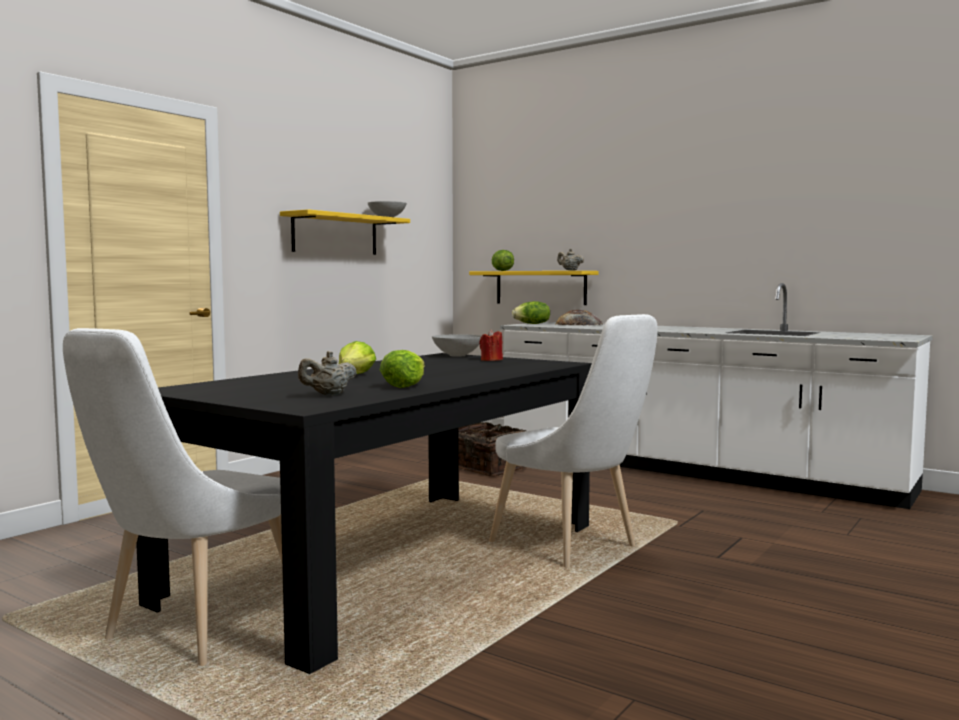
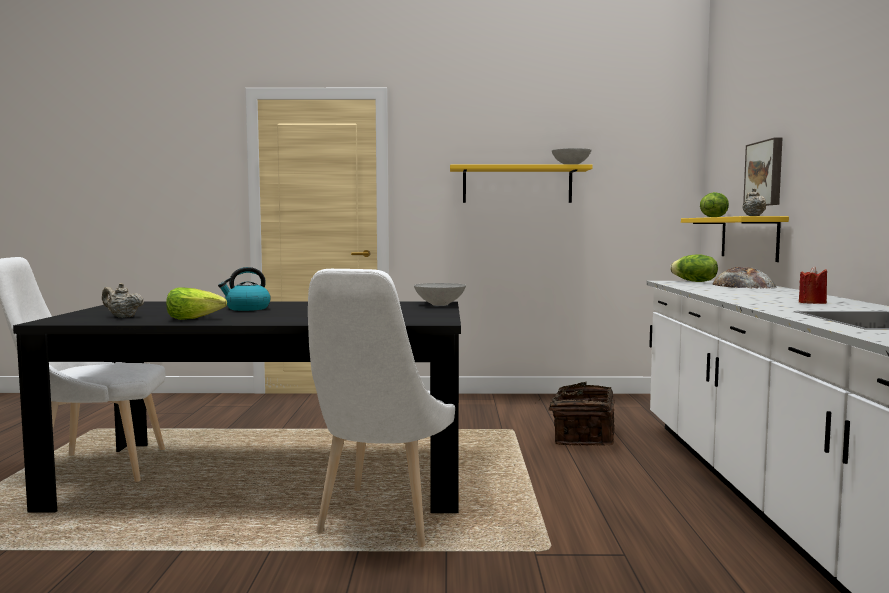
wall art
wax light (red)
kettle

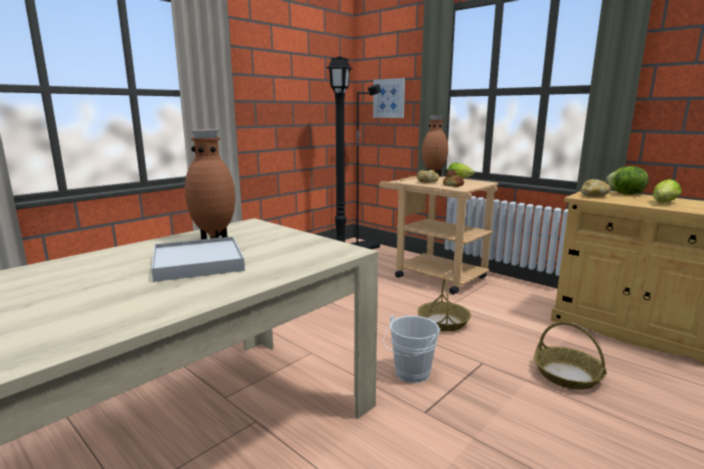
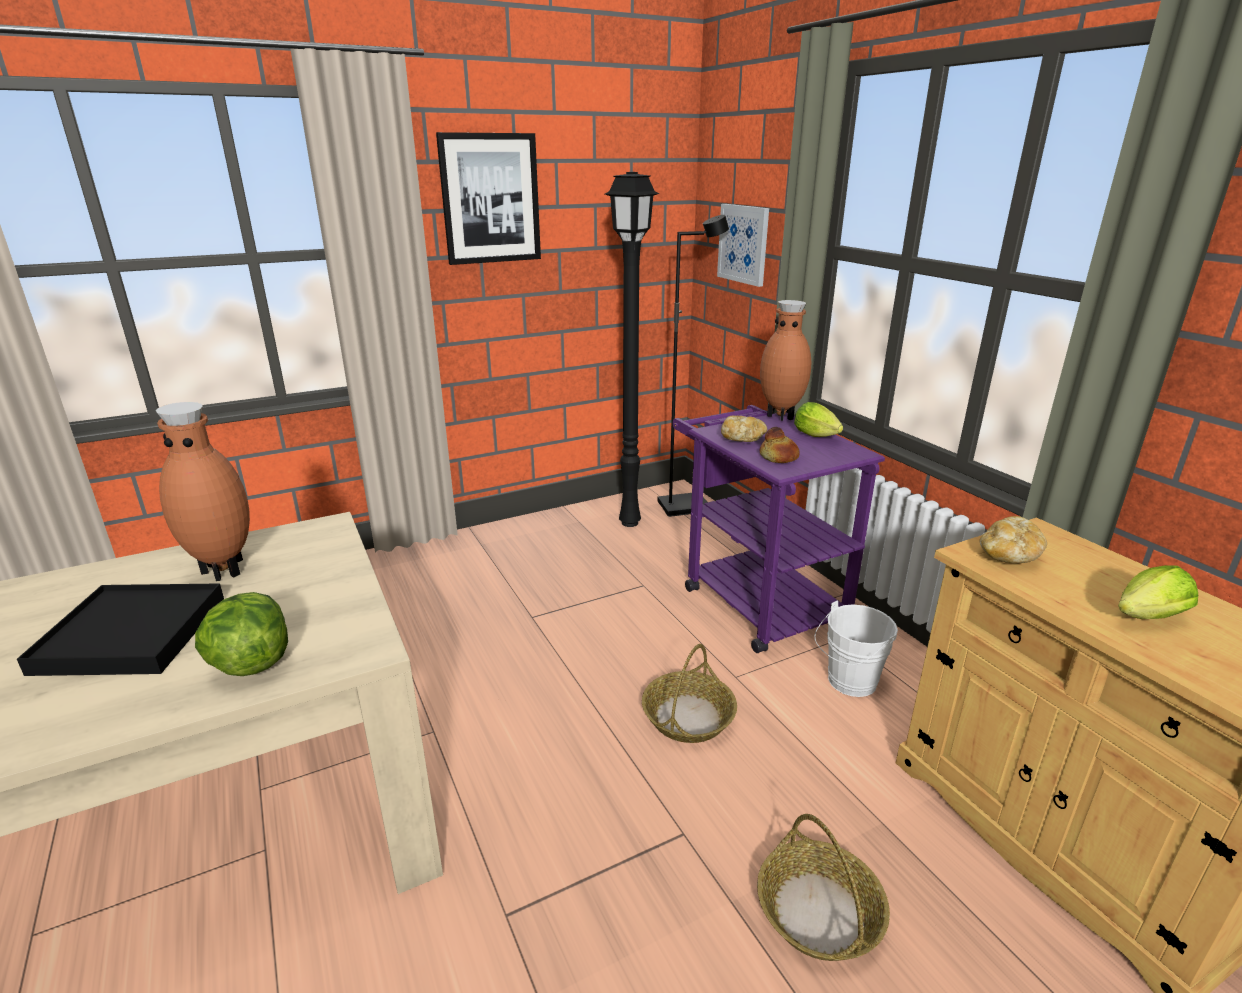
wall art (1st from left)
water bucket (white)
lettuce head (1st from left)
carrying tray (blackish)
wheeled cart (purplish)

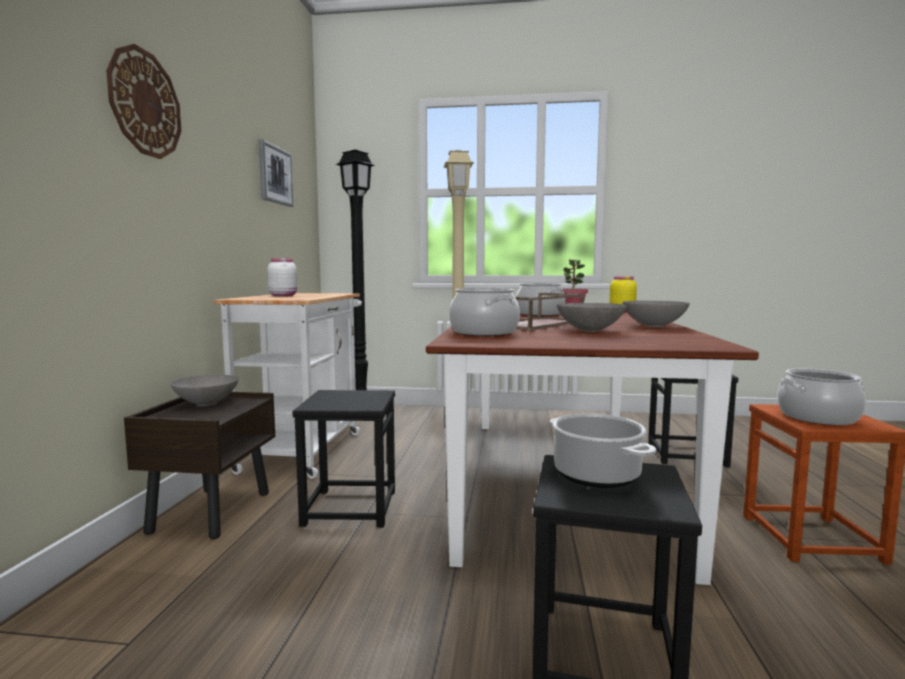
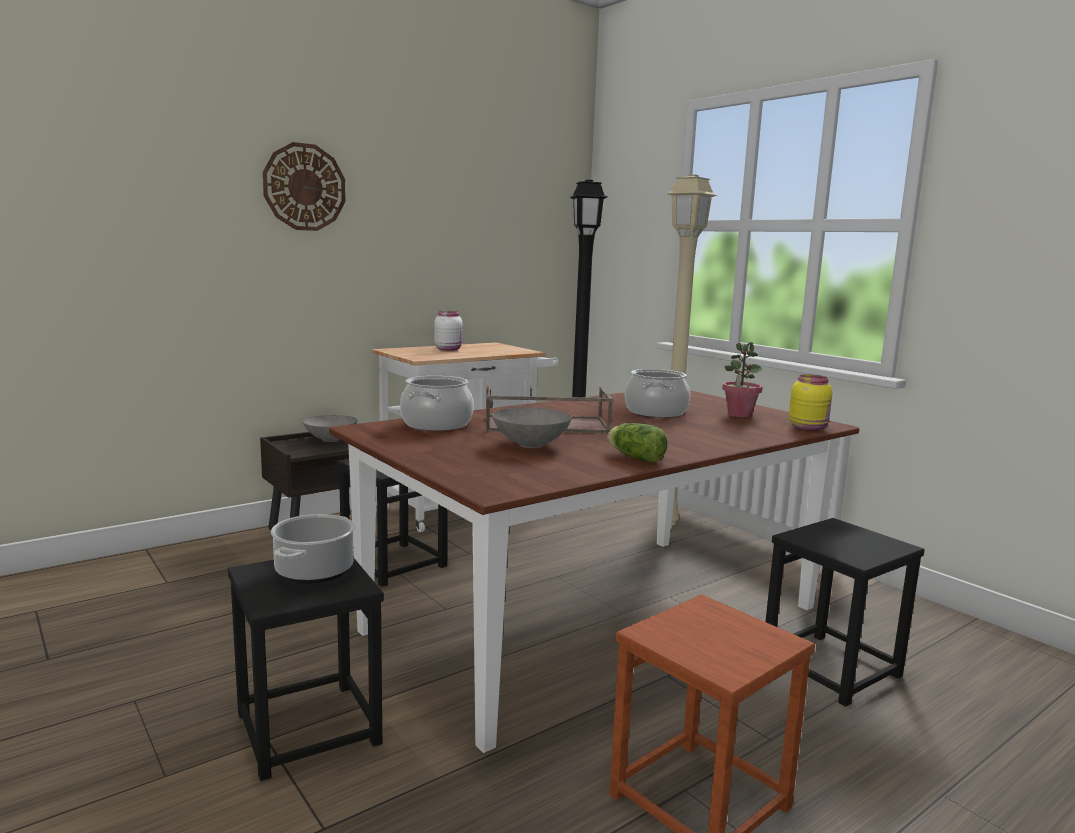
wall art
stockpot (4th from left in the first image)
lettuce head

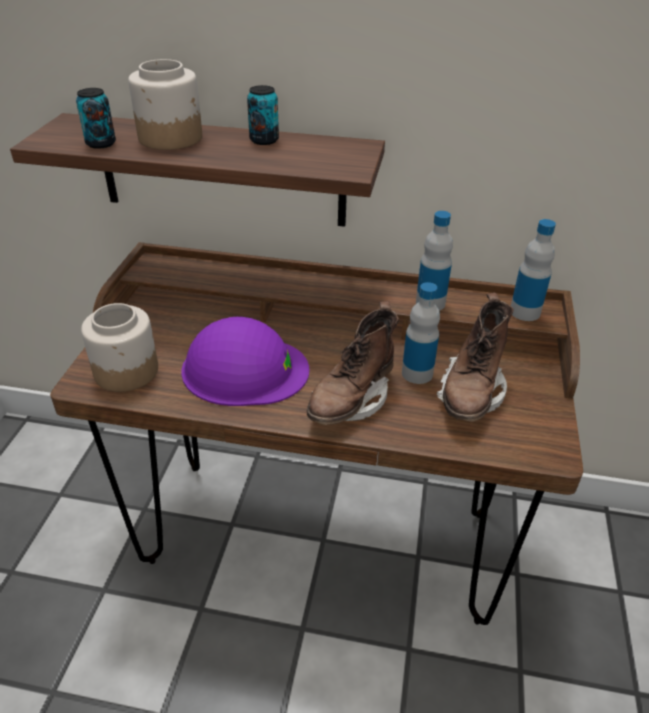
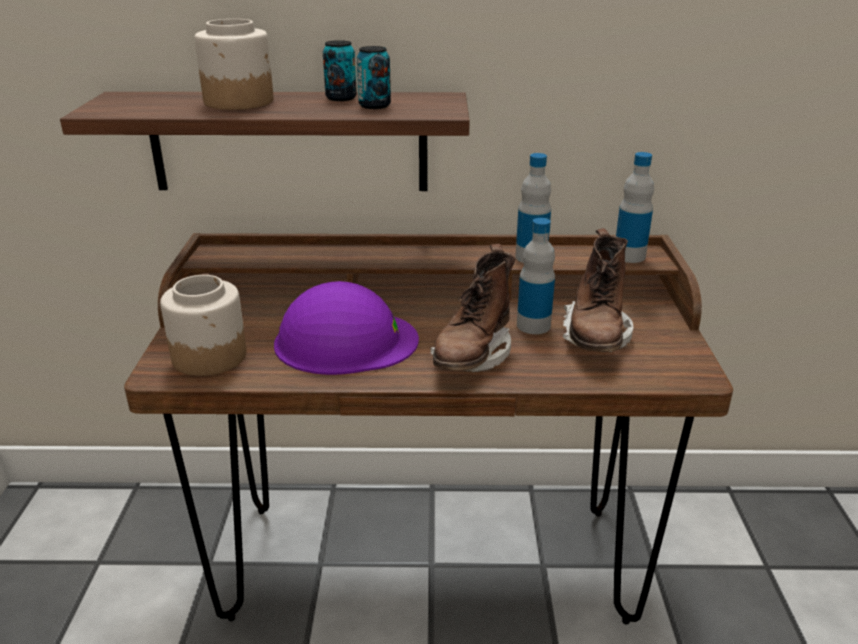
metal can (2nd from left)

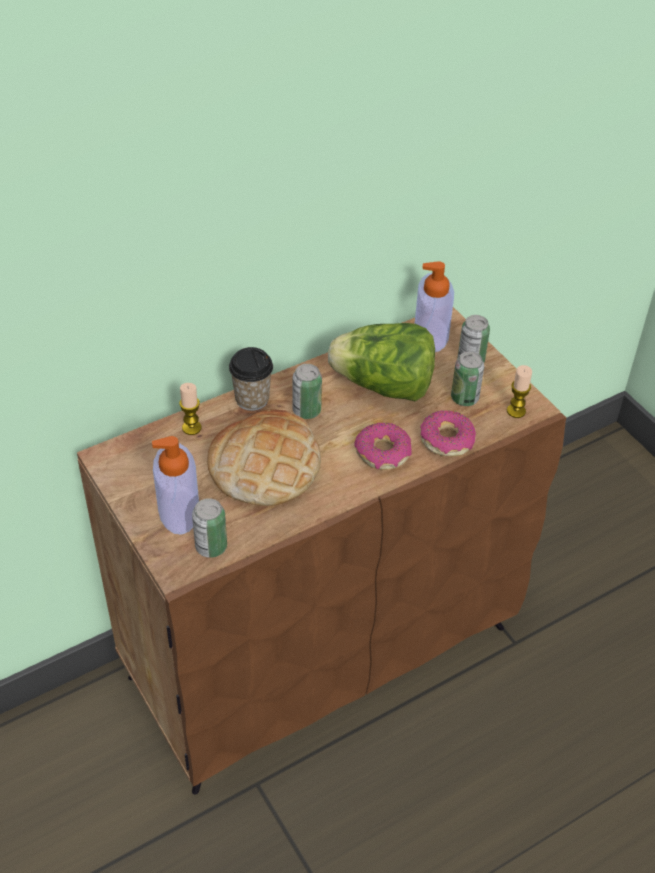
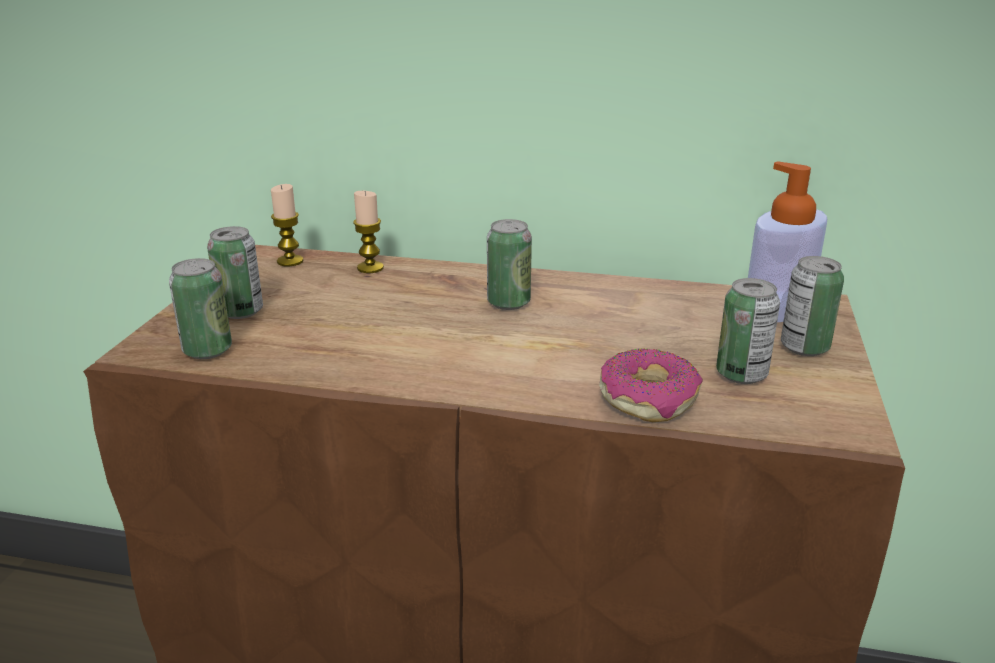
bread
cup
lettuce head
donut (1st from left in the first image)
wax light (1st from left)
metal can (2nd from left)

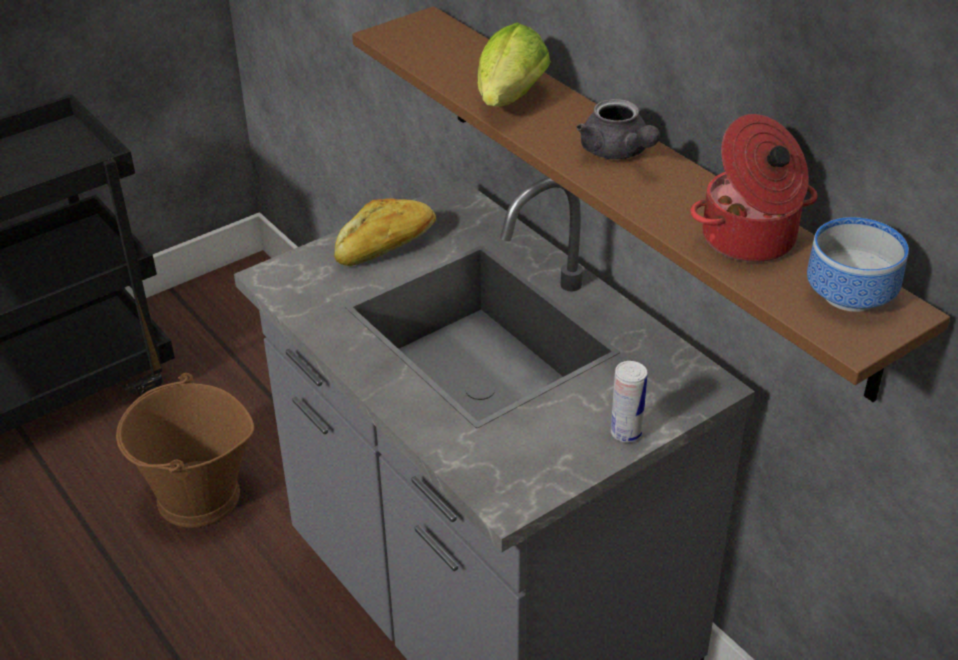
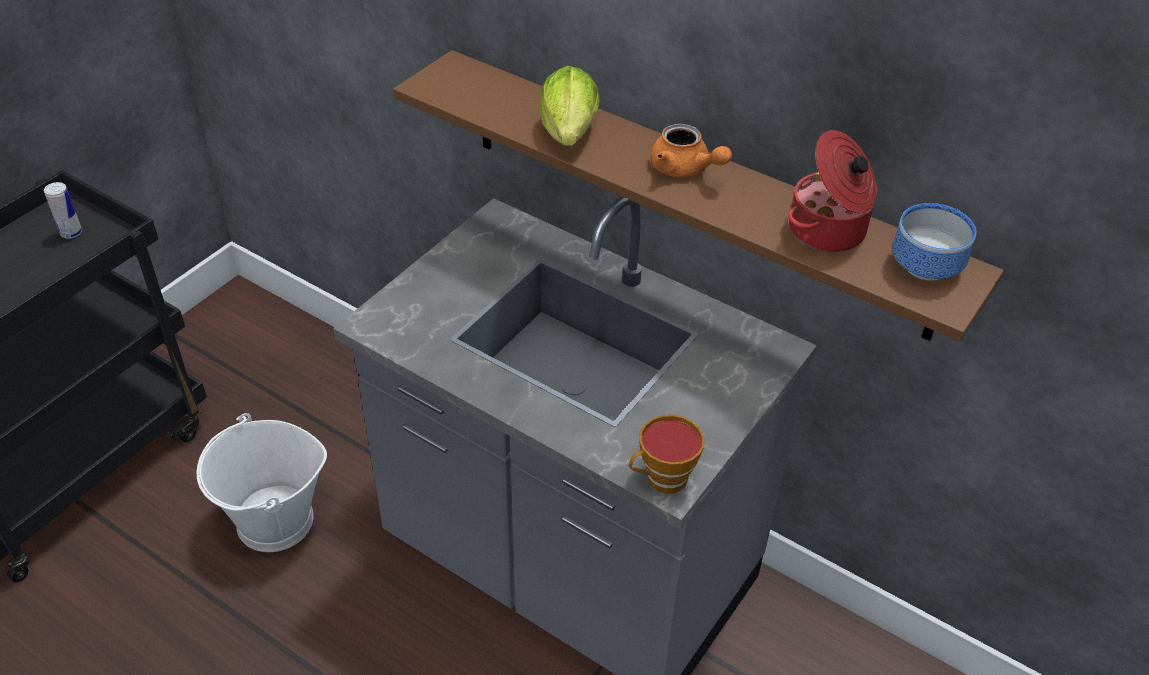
bread
cup
metal can
water bucket (white)
tea pot (orangey)

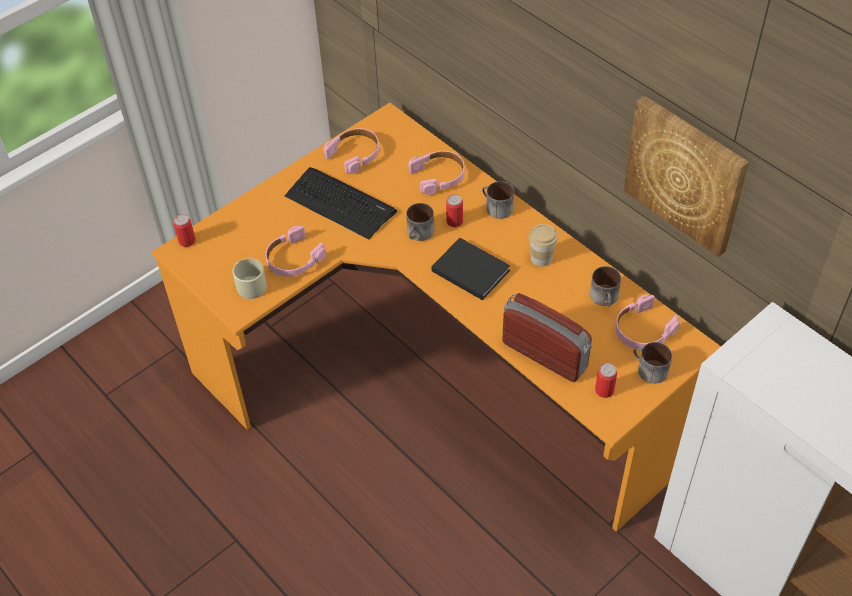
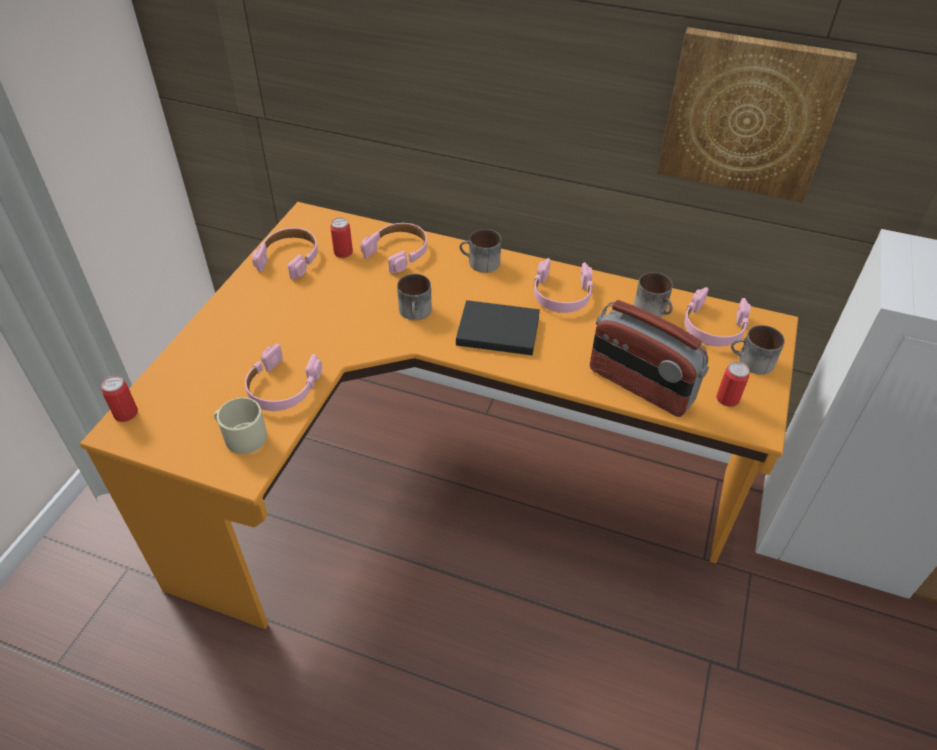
PC keyboard
metal can (2nd from left)
pair of headphones (pink-coloured) (4th from left)
radio receiver

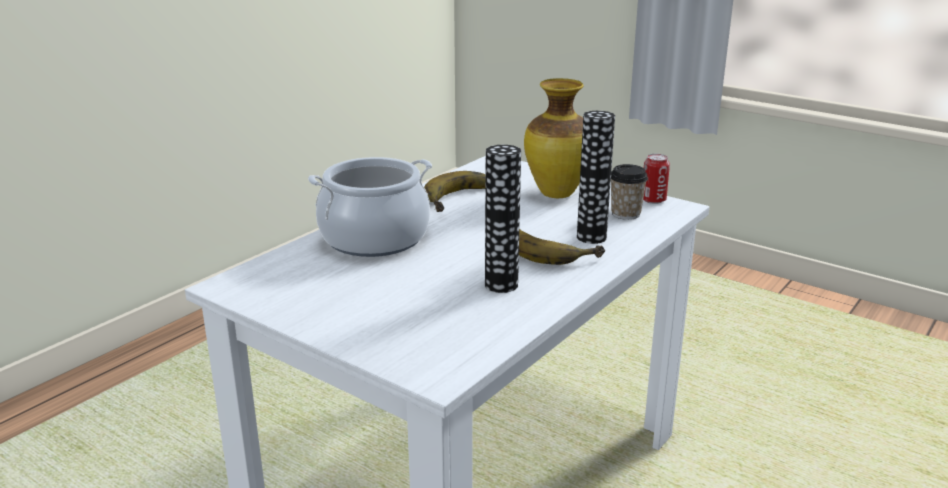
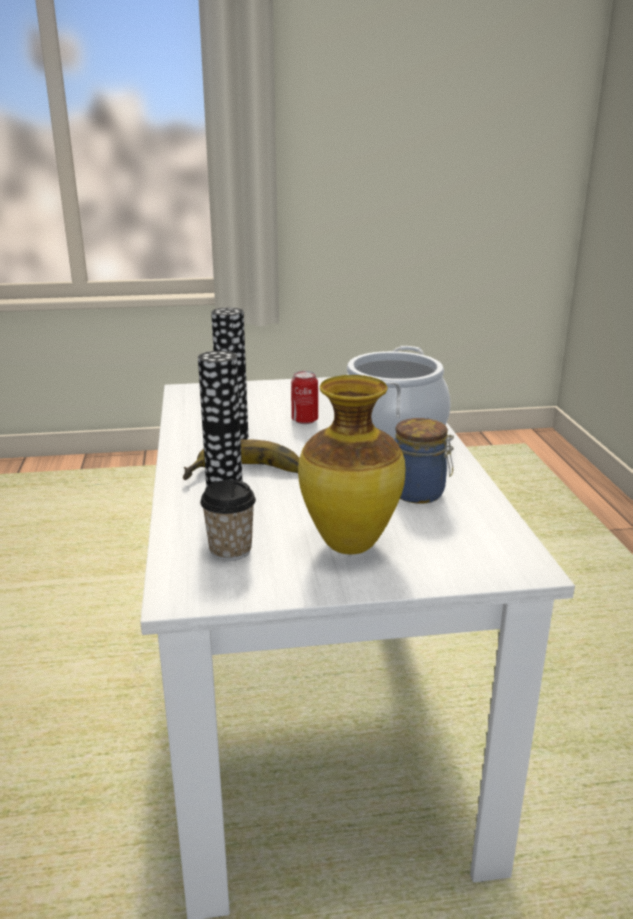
metal can
preserve jar

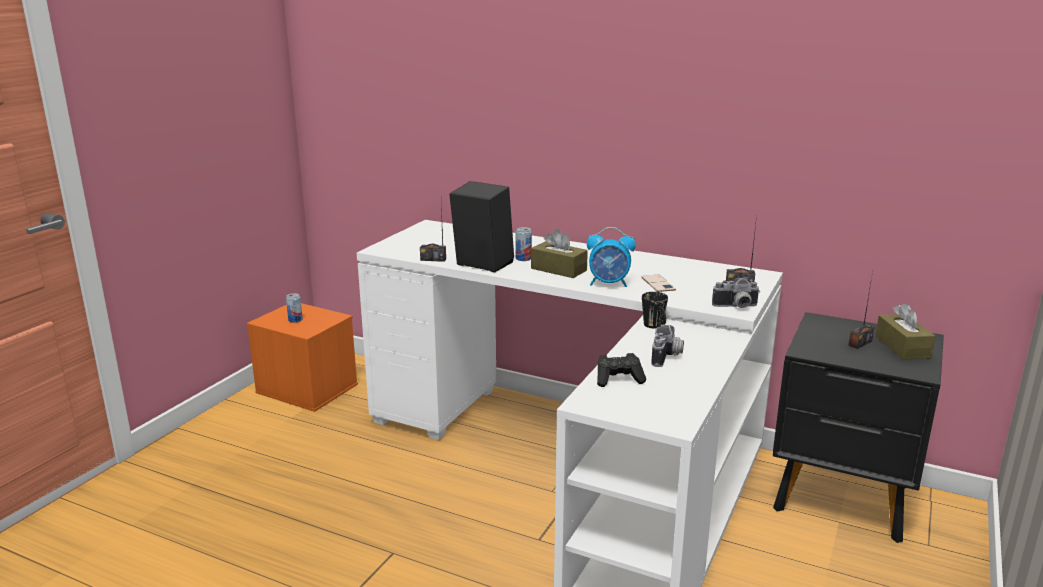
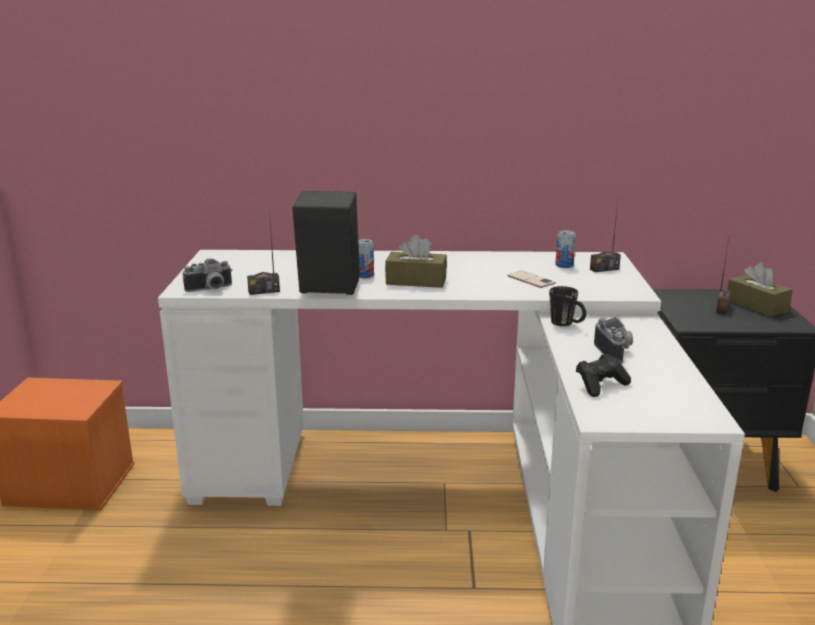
alarm clock
metal can (2nd from left)
photo camera (1st from left)

